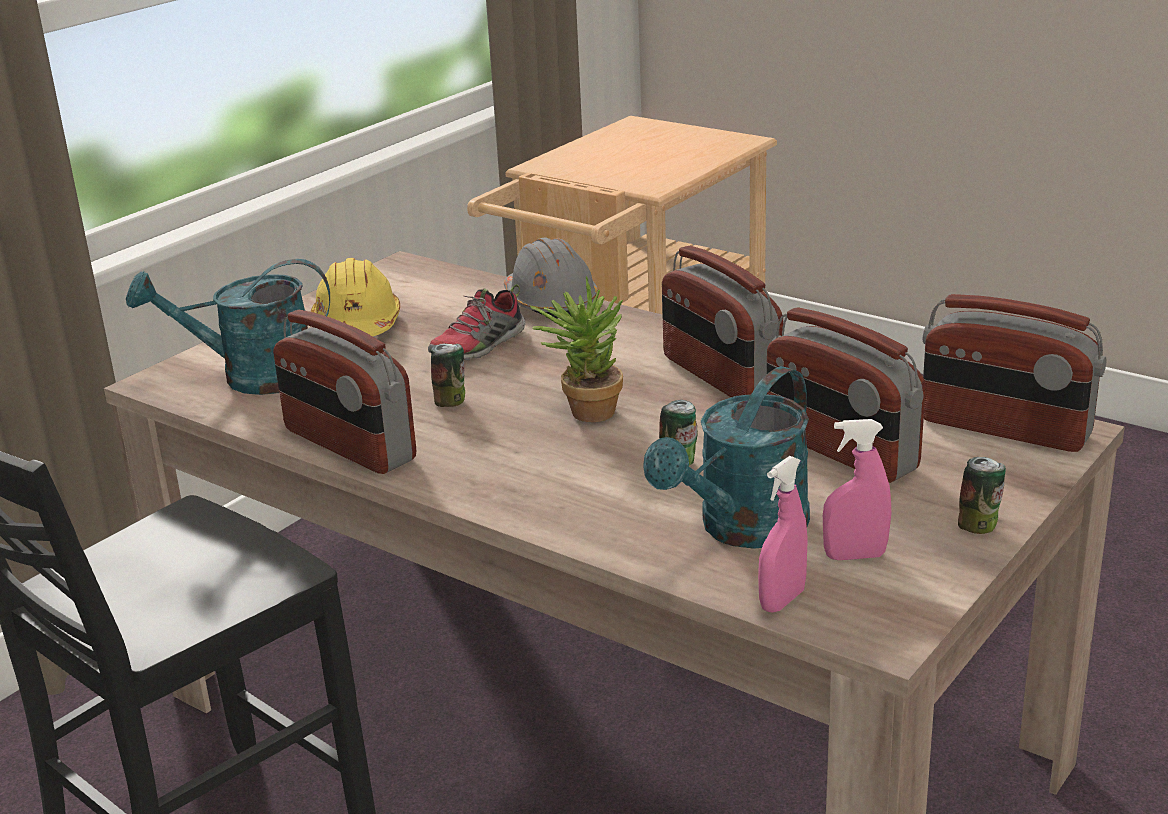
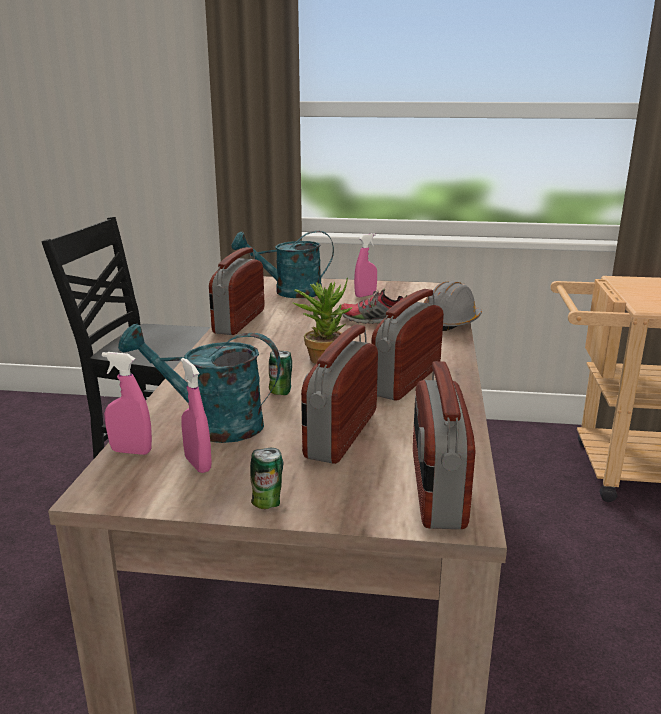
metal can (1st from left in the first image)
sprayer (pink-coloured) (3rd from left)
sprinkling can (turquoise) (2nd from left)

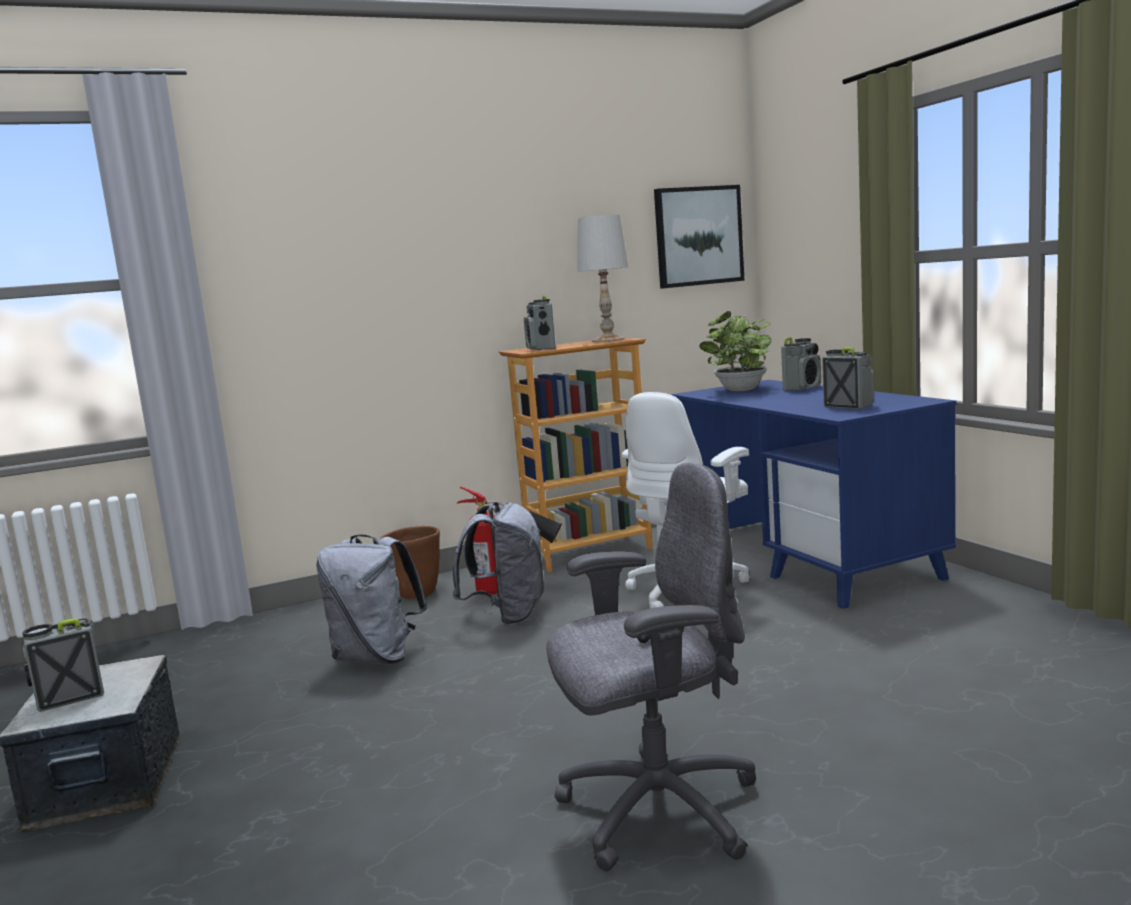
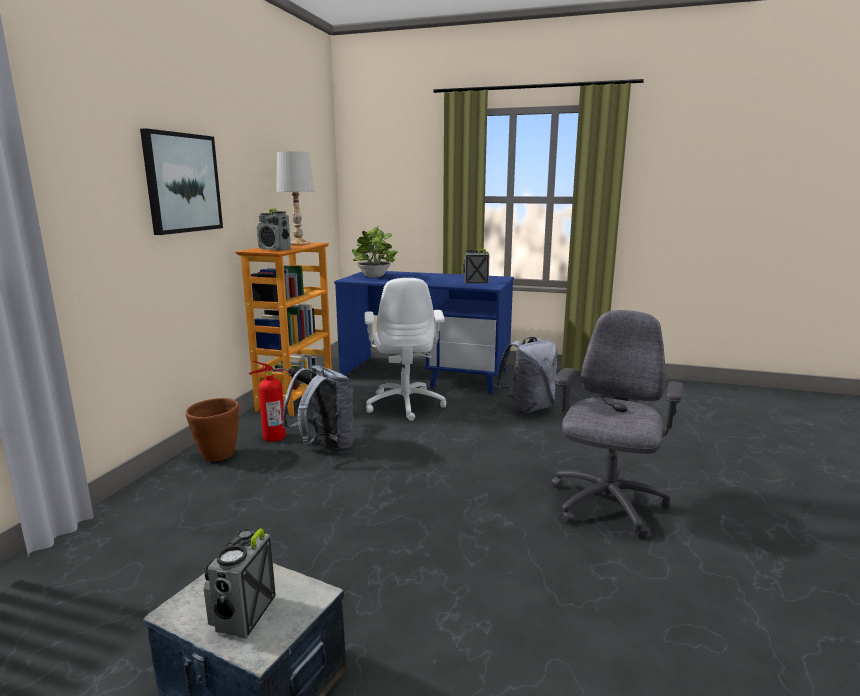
radio receiver (3rd from left in the first image)
rucksack (gray) (2nd from left)
wall art

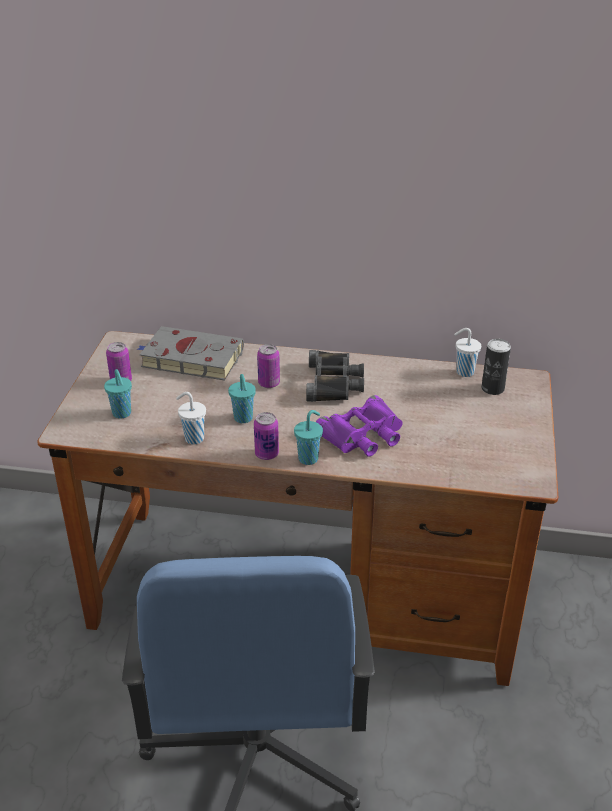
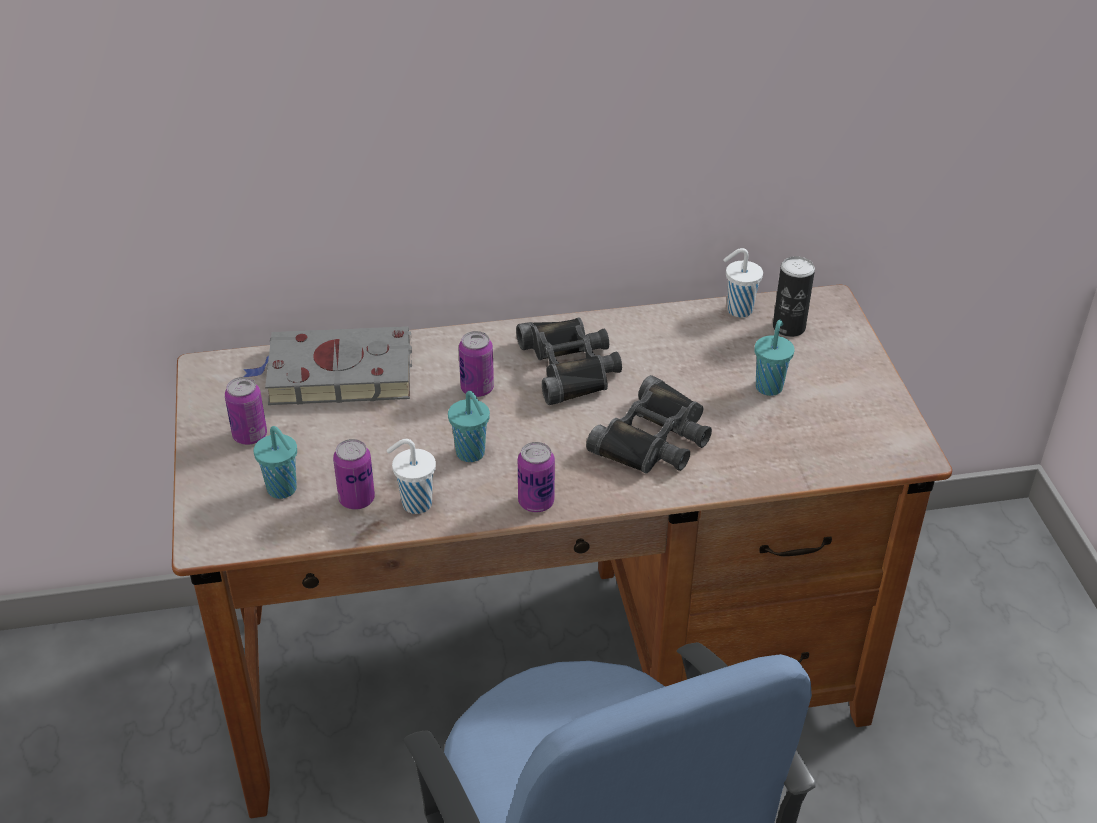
metal can (2nd from left)
cup (turquoise) (3rd from left)
binoculars (blackish) (2nd from left)

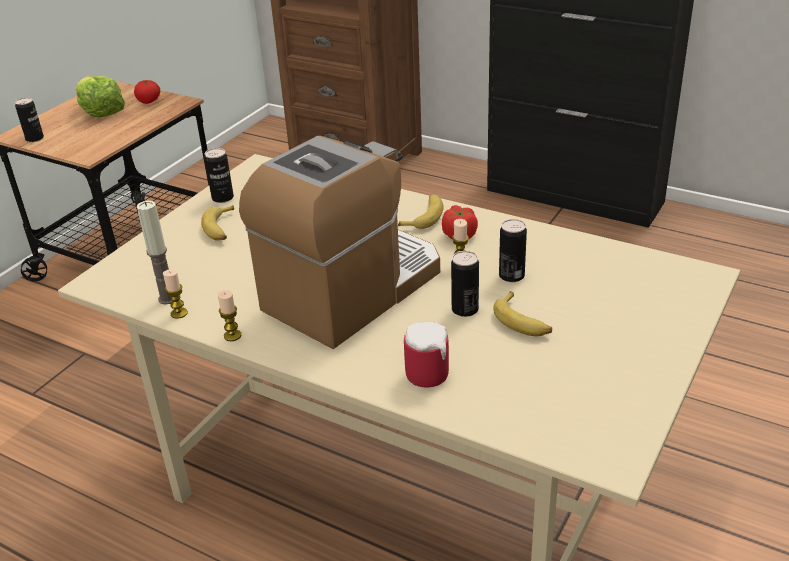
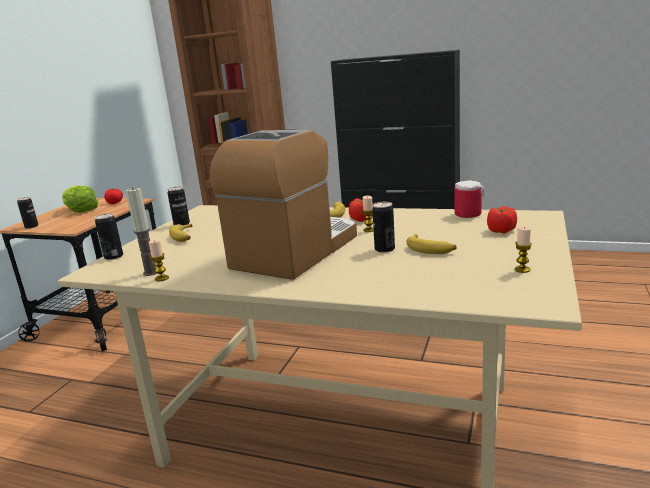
fresh tomato (3rd from left)
wax light (4th from left)
coffee mug
metal can (2nd from left)

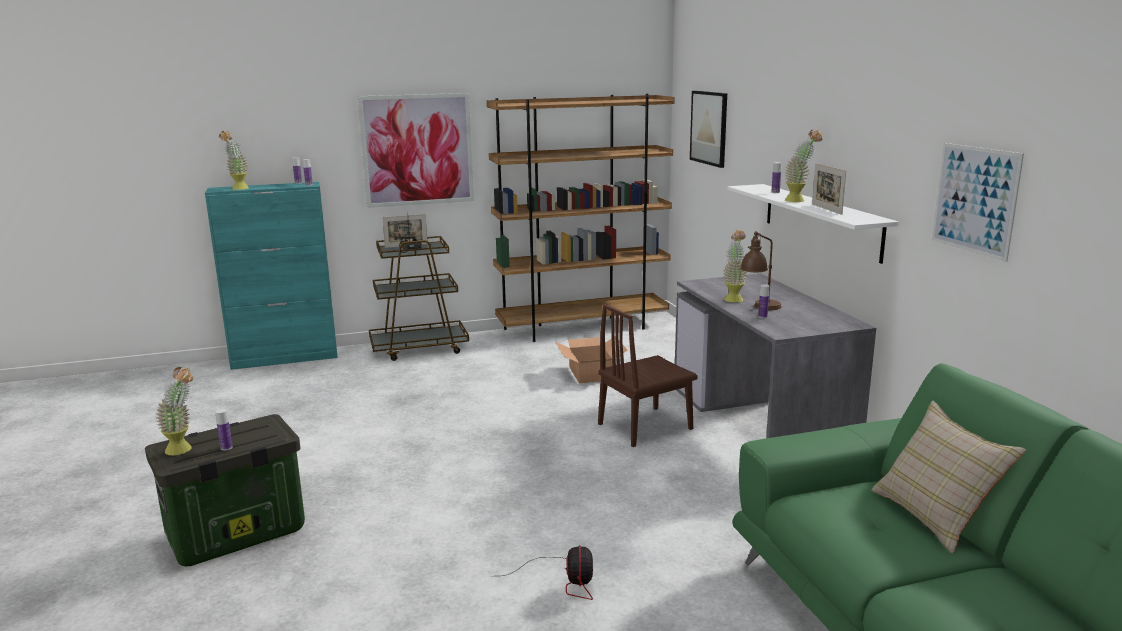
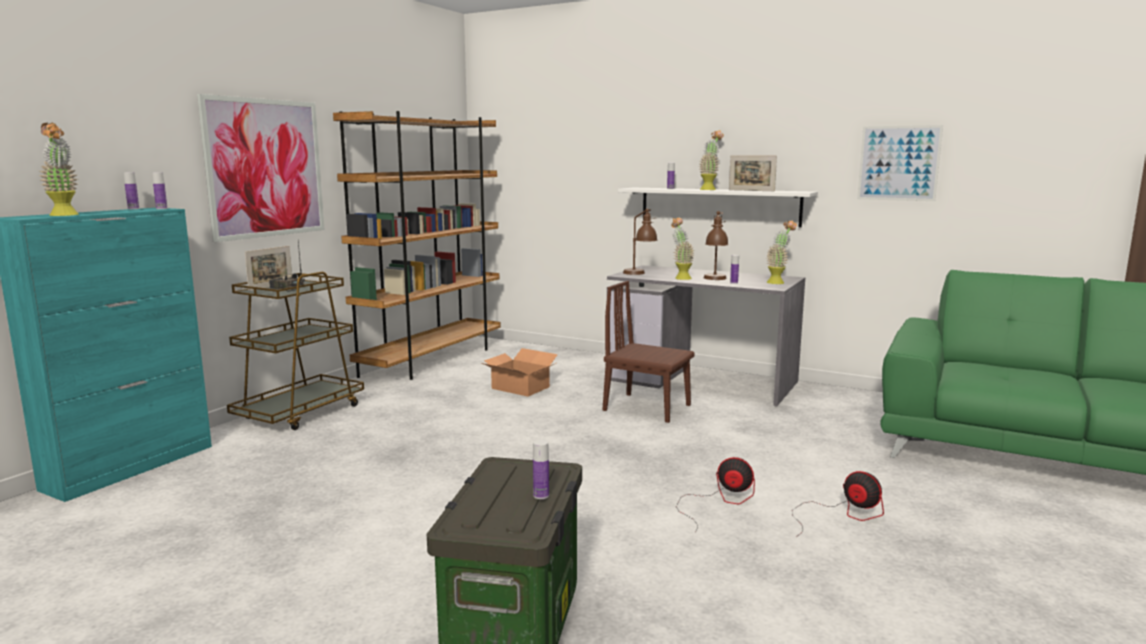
wall art (2nd from left in the first image)
cushion (sand-coloured)
lamp for a table (brownish) (1st from left)
cooling fan (1st from left)
plant in a pot (4th from left)
chair (brownish)

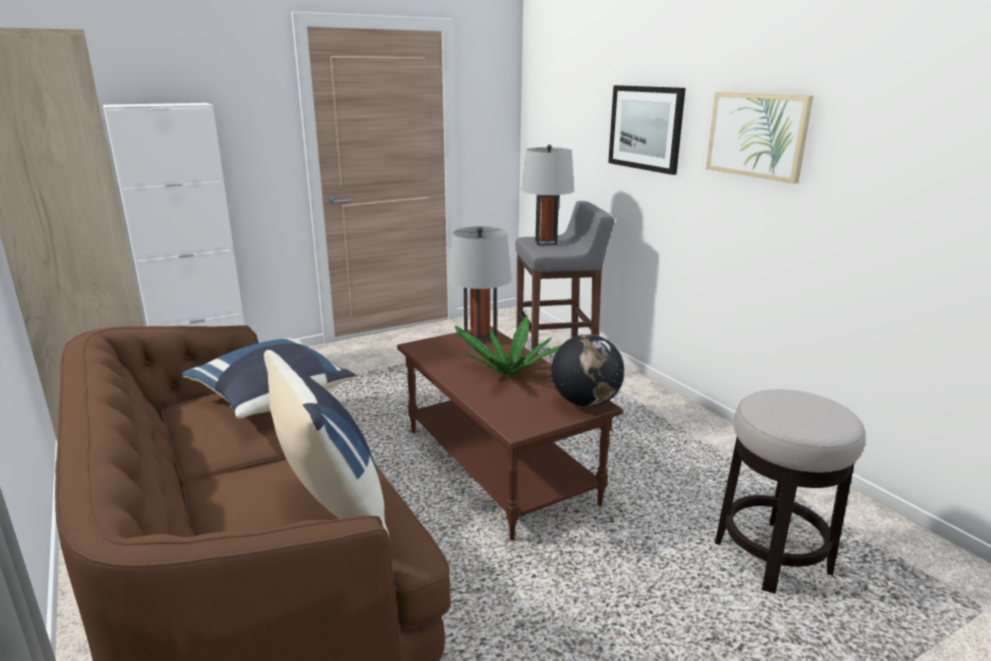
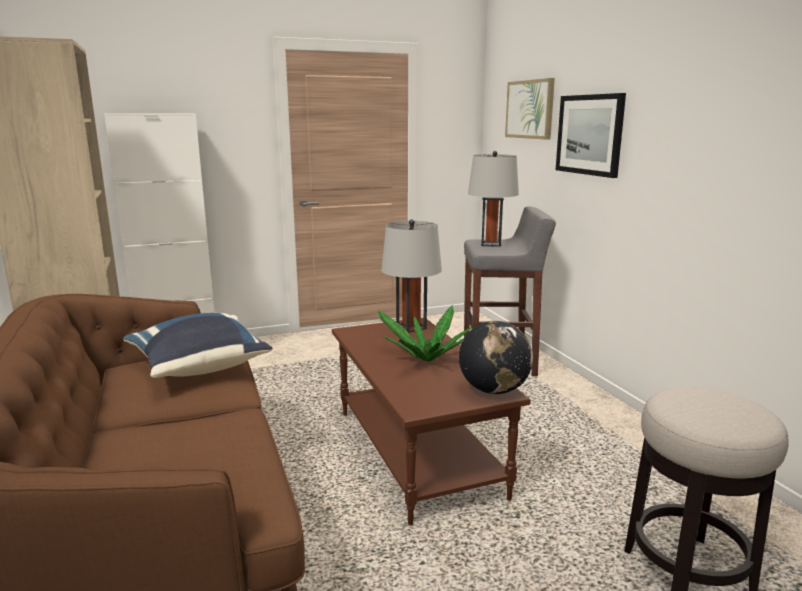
cushion (blue) (2nd from left in the first image)
wall art (1st from left)

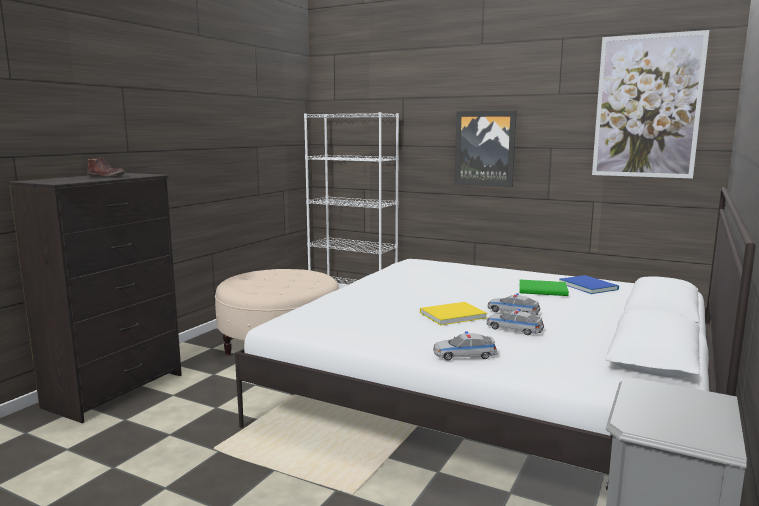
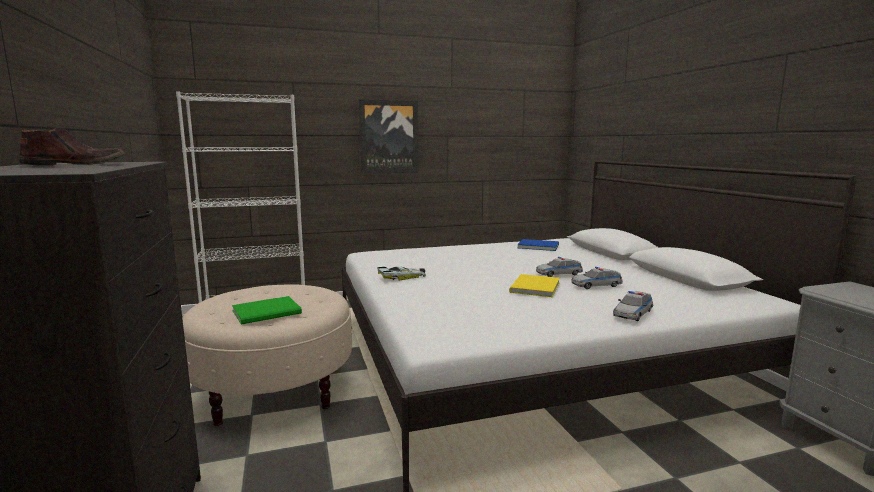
wall art (2nd from left in the first image)
toy car (1st from left)
bound book (green)

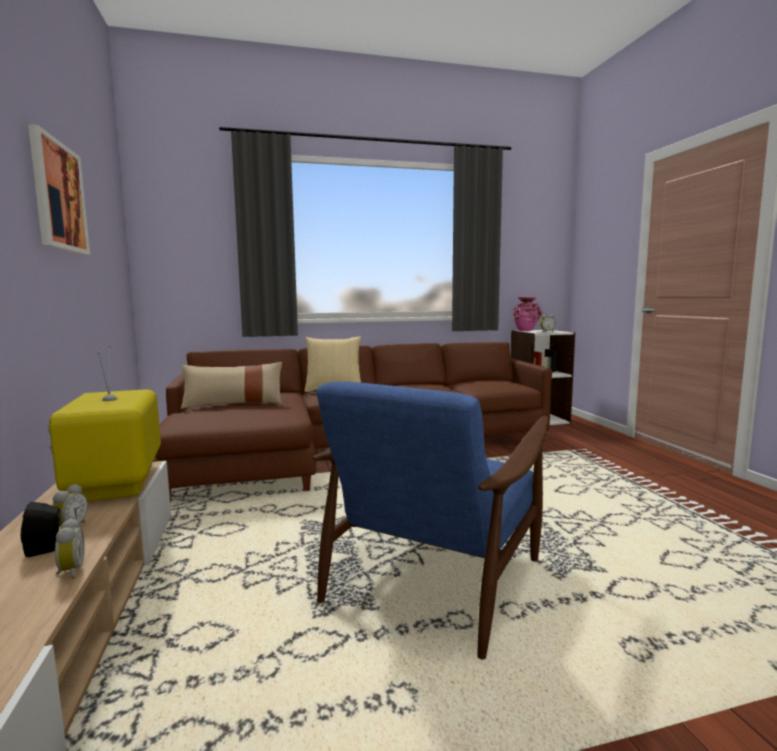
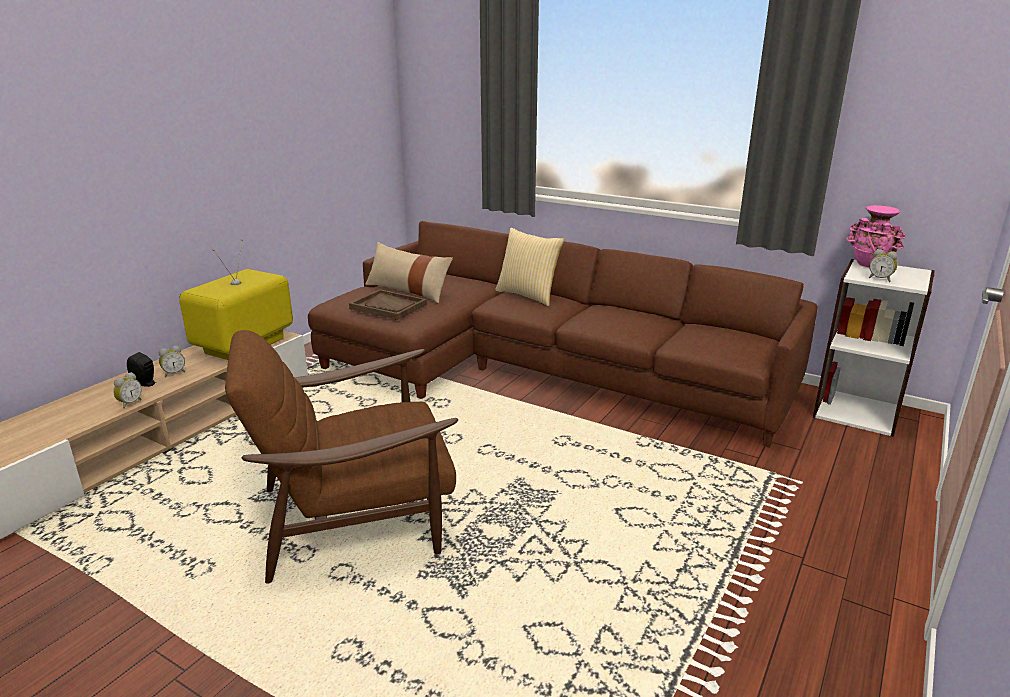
wall art
carrying tray (brownish)
armchair (brownish)

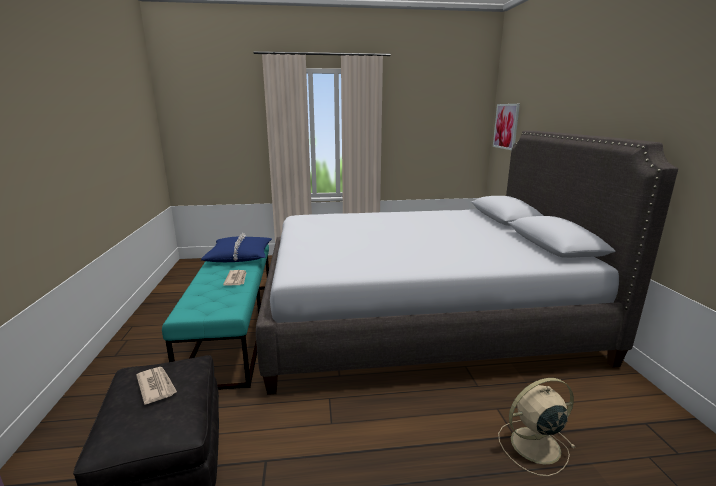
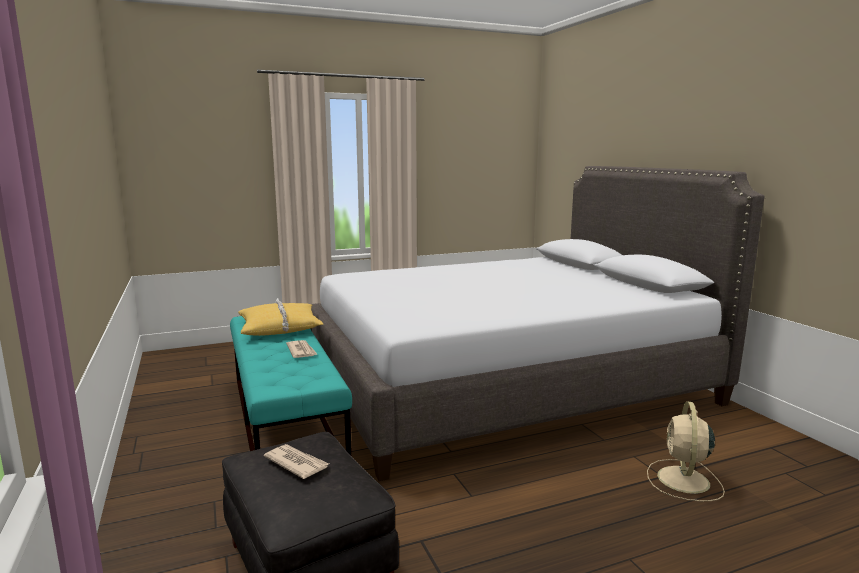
wall art
cushion (yellow)
cooling fan (sand-coloured)

